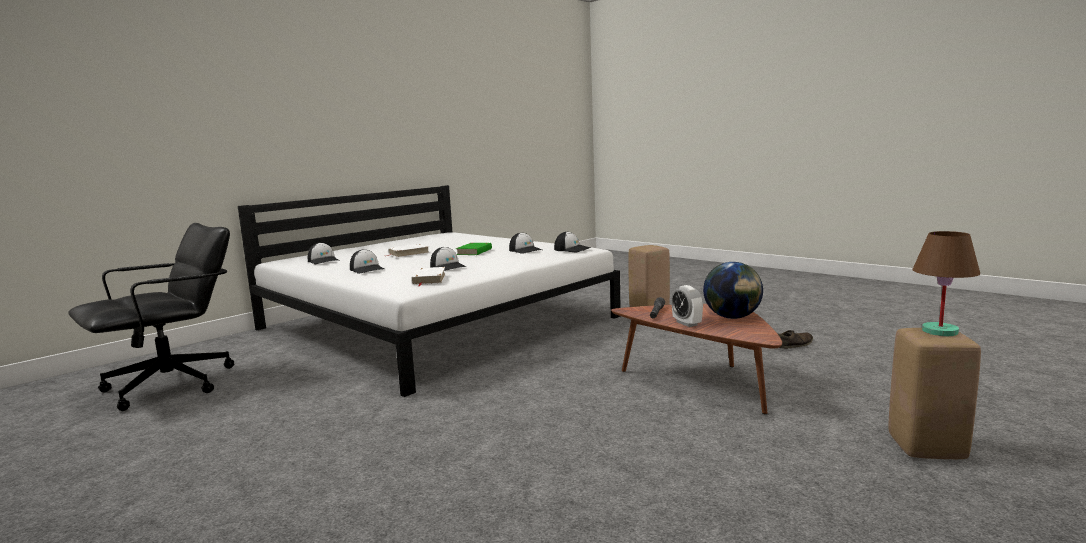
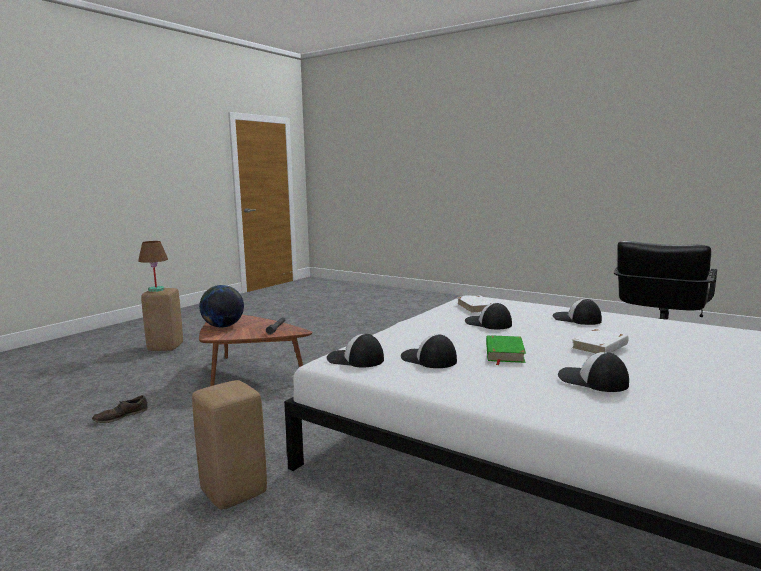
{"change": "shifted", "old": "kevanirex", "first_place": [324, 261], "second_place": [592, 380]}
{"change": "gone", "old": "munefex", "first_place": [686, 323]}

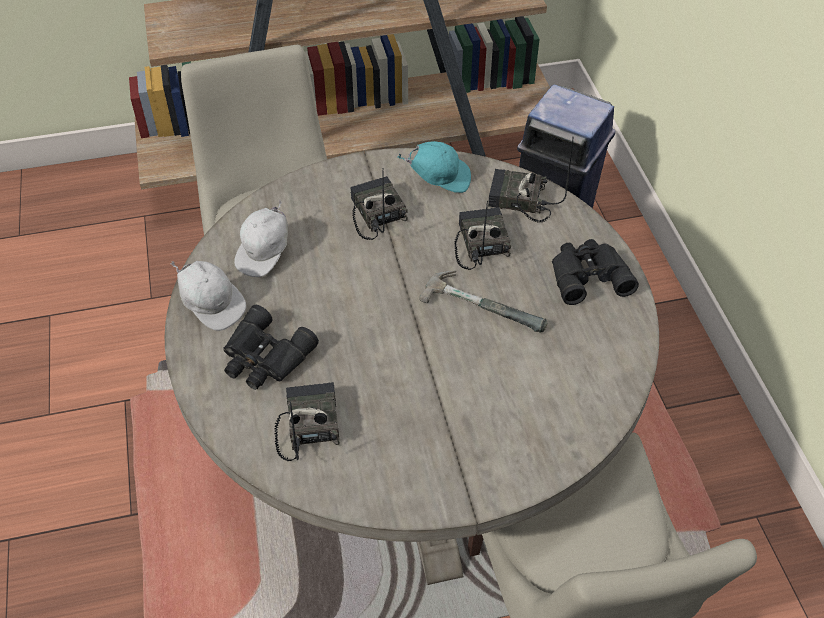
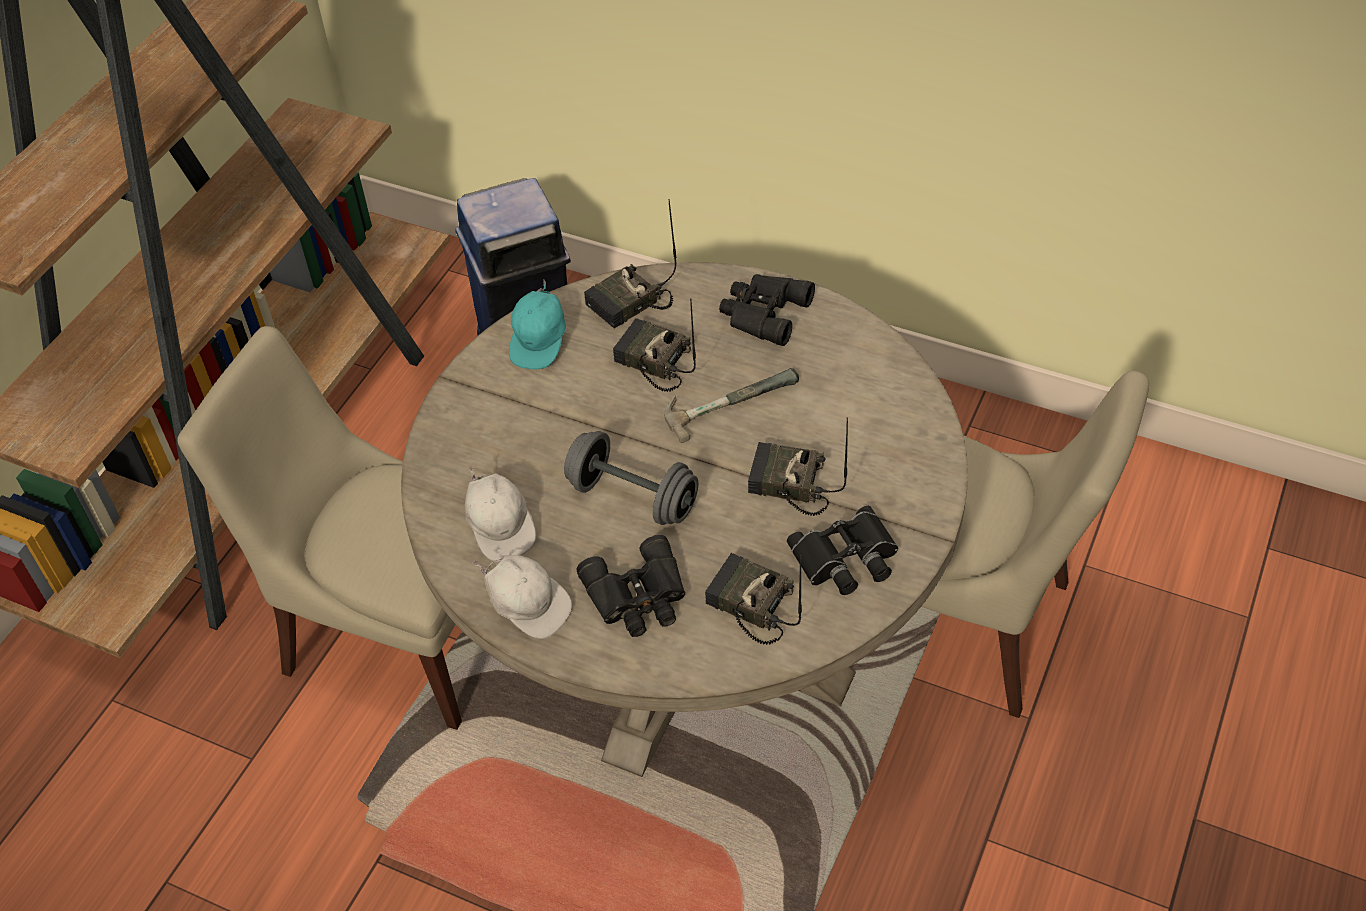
{"change": "rotated", "old": "white_kevanirex", "first_place": [212, 305], "second_place": [528, 606], "degrees": 45}
{"change": "rotated", "old": "turquoise_kevanirex", "first_place": [439, 179], "second_place": [540, 342], "degrees": 150}
{"change": "new", "new": "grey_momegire", "second_place": [633, 497]}
{"change": "shifted", "old": "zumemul", "first_place": [375, 213], "second_place": [788, 485]}
{"change": "new", "new": "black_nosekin", "second_place": [846, 559]}

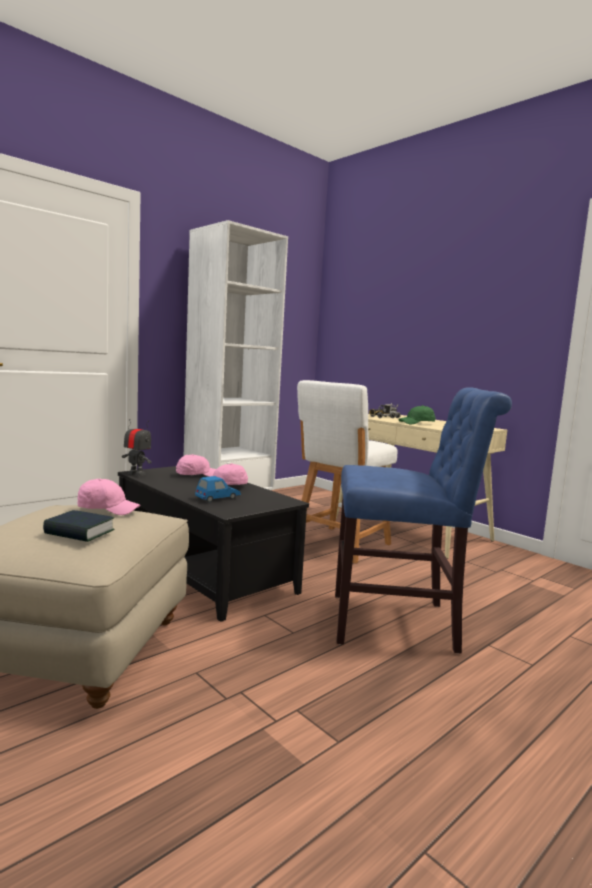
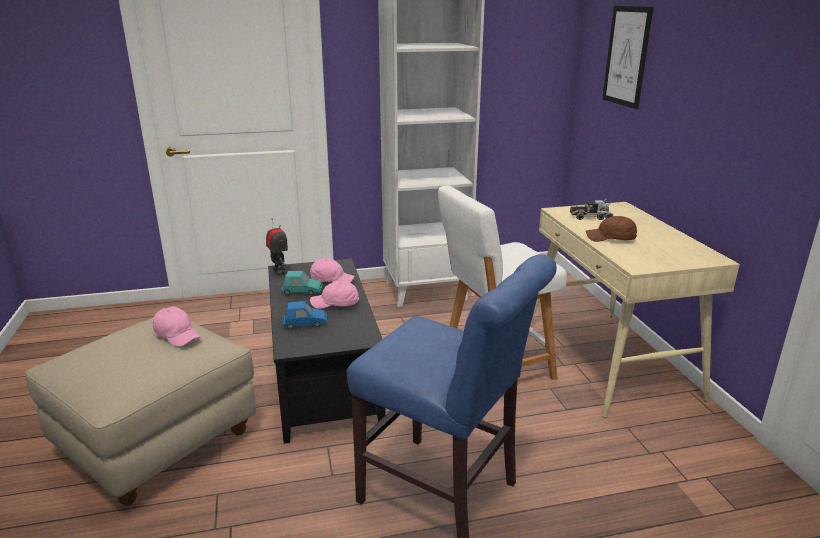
{"change": "new", "new": "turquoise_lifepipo", "second_place": [302, 291]}
{"change": "repainted", "old": "green_kevanirex", "new": "brown_kevanirex", "first_place": [417, 423], "second_place": [611, 239]}
{"change": "new", "new": "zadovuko", "second_place": [626, 56]}
{"change": "gone", "old": "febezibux", "first_place": [79, 532]}

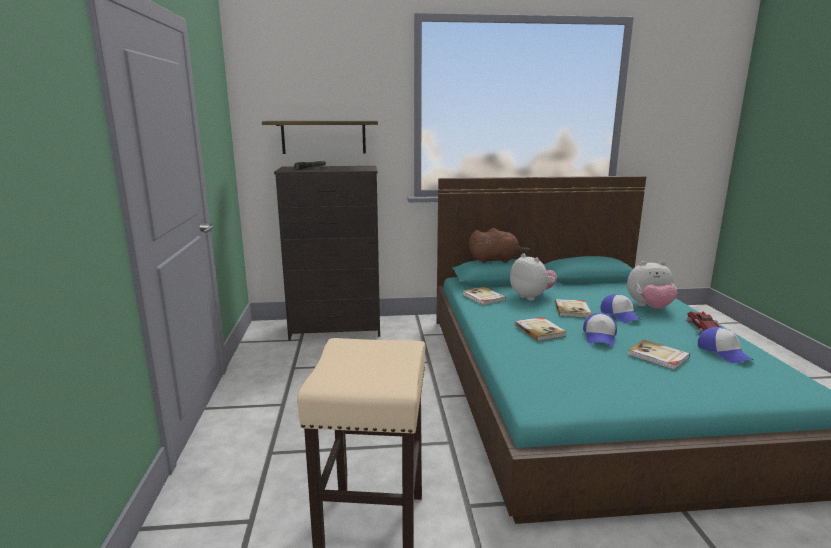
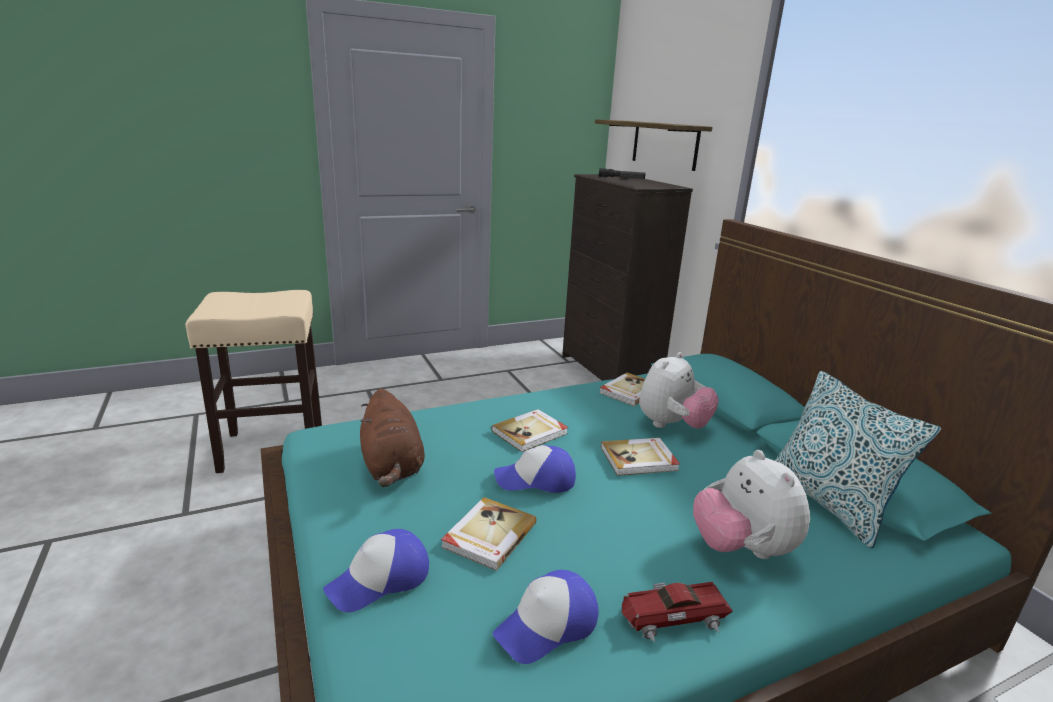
{"change": "shifted", "old": "kevanirex", "first_place": [620, 315], "second_place": [380, 580]}
{"change": "shifted", "old": "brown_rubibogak", "first_place": [495, 260], "second_place": [392, 467]}
{"change": "new", "new": "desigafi", "second_place": [828, 503]}

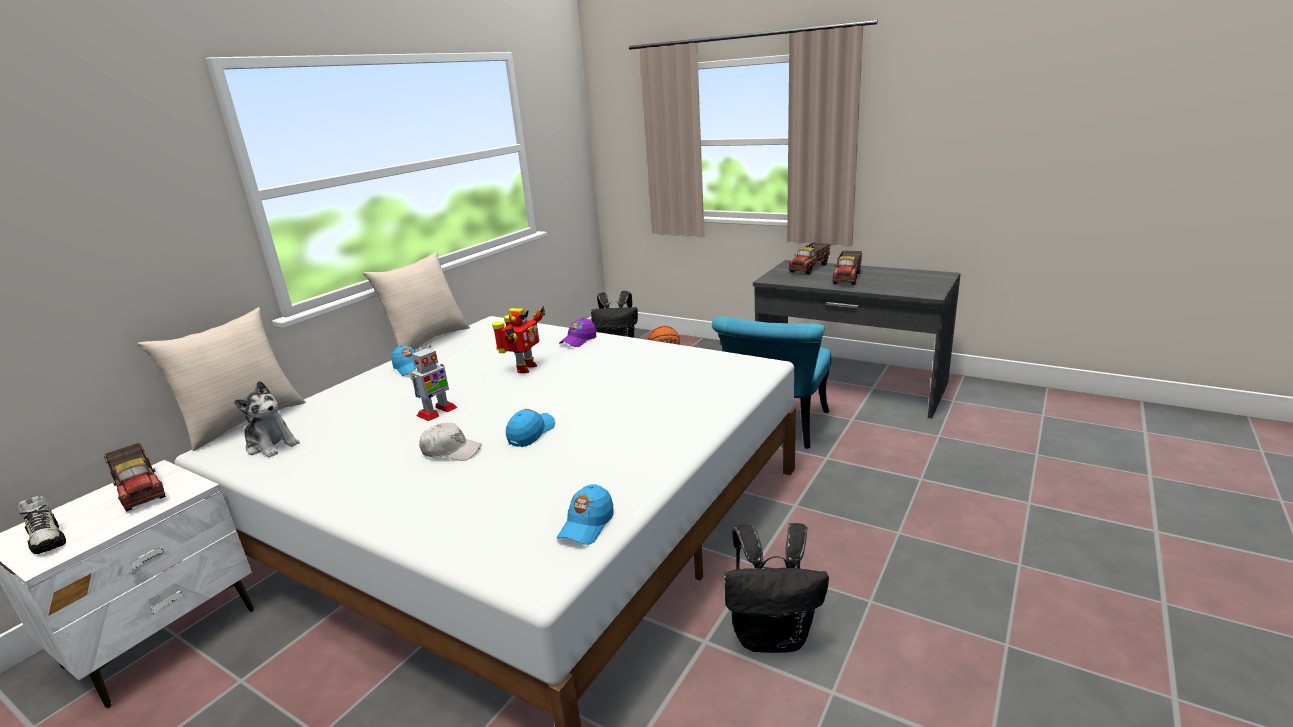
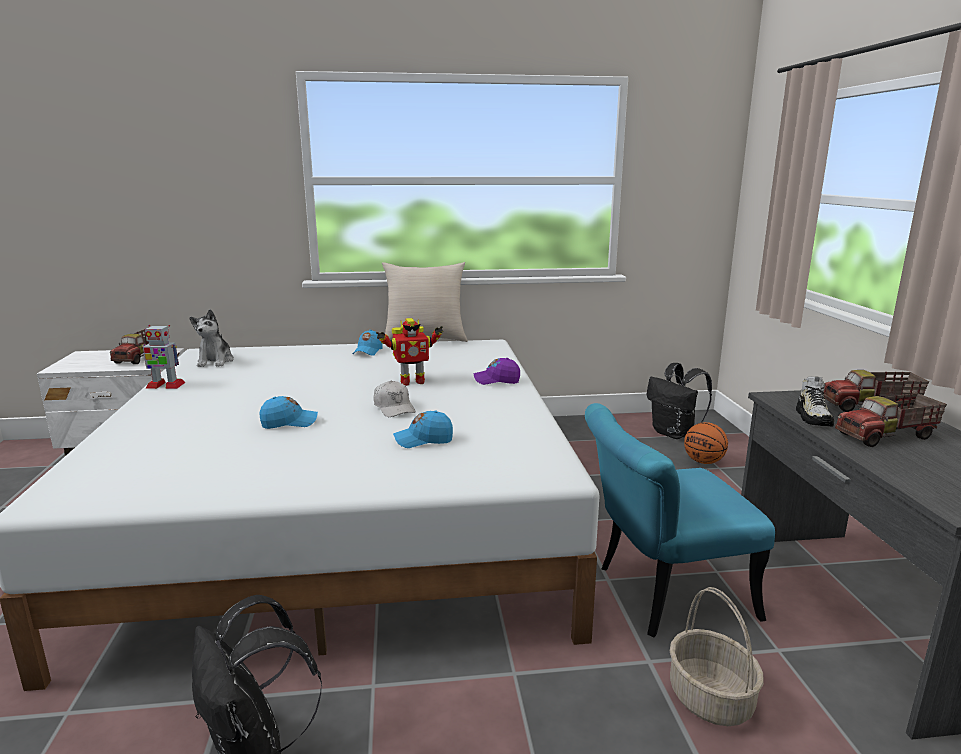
{"change": "shifted", "old": "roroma", "first_place": [436, 412], "second_place": [165, 385]}
{"change": "shifted", "old": "white_kevanirex", "first_place": [451, 451], "second_place": [394, 408]}
{"change": "shifted", "old": "blue_kevanirex", "first_place": [587, 525], "second_place": [423, 440]}
{"change": "new", "new": "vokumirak", "second_place": [711, 699]}
{"change": "shifted", "old": "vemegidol", "first_place": [48, 539], "second_place": [813, 418]}
{"change": "gone", "old": "beige_desigafi", "first_place": [243, 422]}

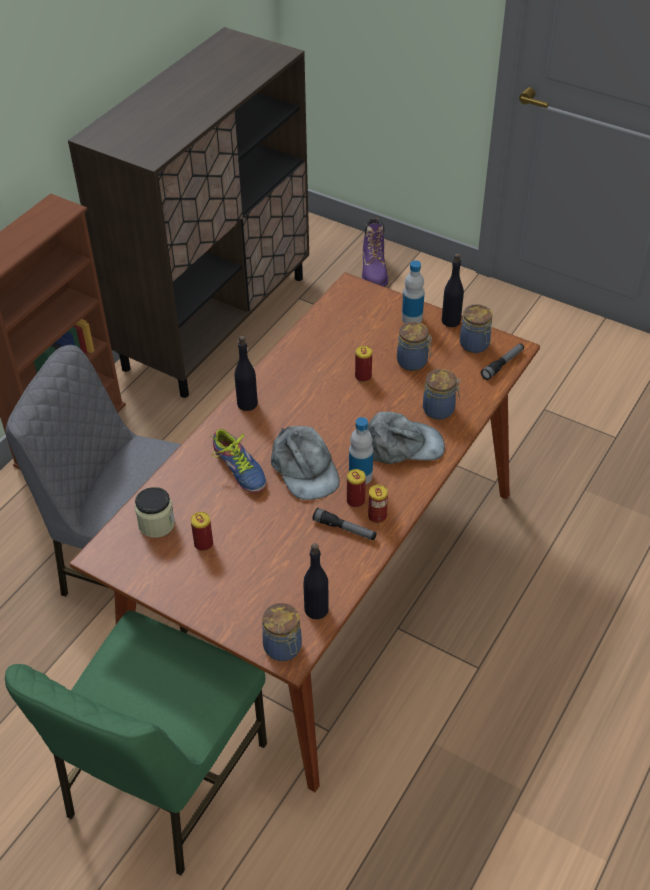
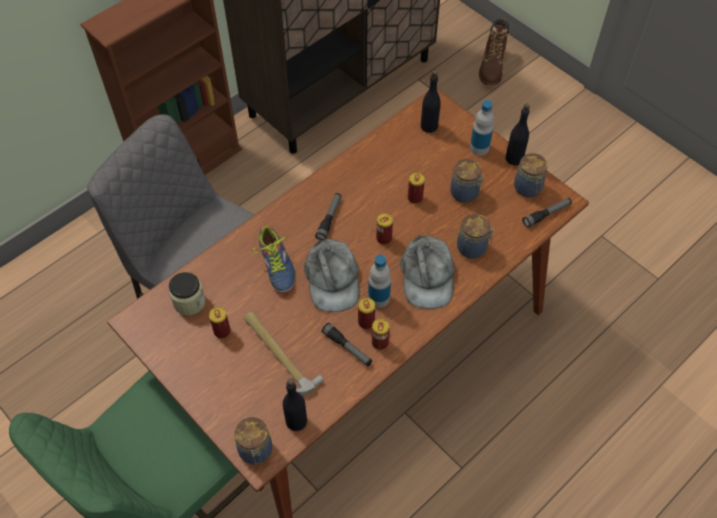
{"change": "new", "new": "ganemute", "second_place": [279, 354]}
{"change": "new", "new": "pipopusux", "second_place": [329, 219]}
{"change": "new", "new": "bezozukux", "second_place": [384, 238]}
{"change": "rotated", "old": "grey_kevanirex", "first_place": [402, 445], "second_place": [427, 276], "degrees": 75}
{"change": "shifted", "old": "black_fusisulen", "first_place": [247, 403], "second_place": [429, 126]}
{"change": "repainted", "old": "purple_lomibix", "new": "brown_lomibix", "first_place": [374, 272], "second_place": [492, 68]}

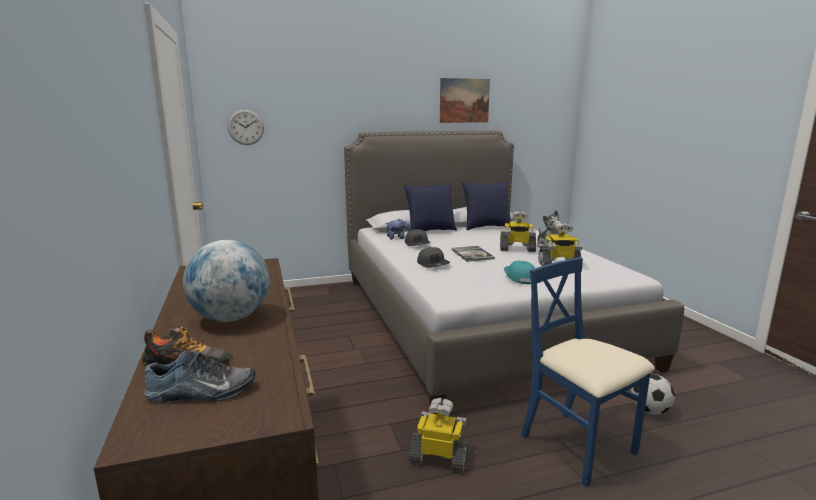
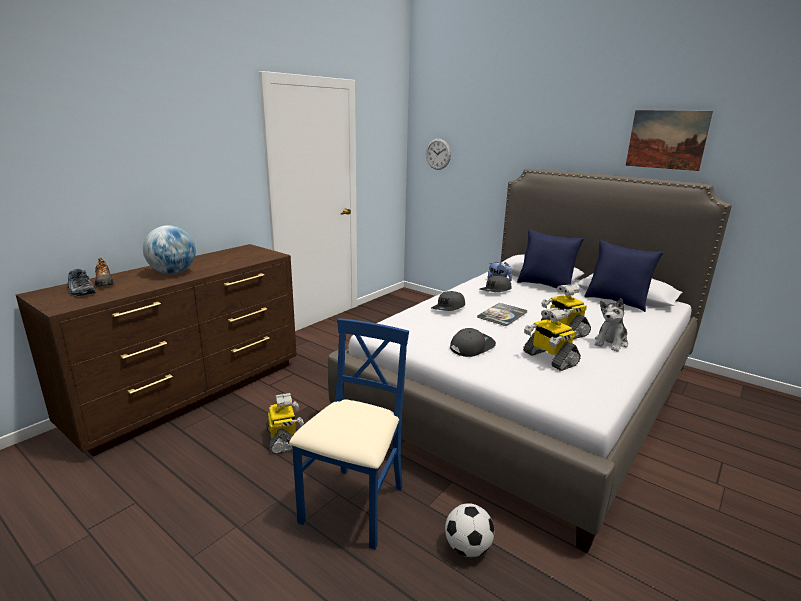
{"change": "repainted", "old": "turquoise_kevanirex", "new": "grey_kevanirex", "first_place": [519, 277], "second_place": [471, 347]}

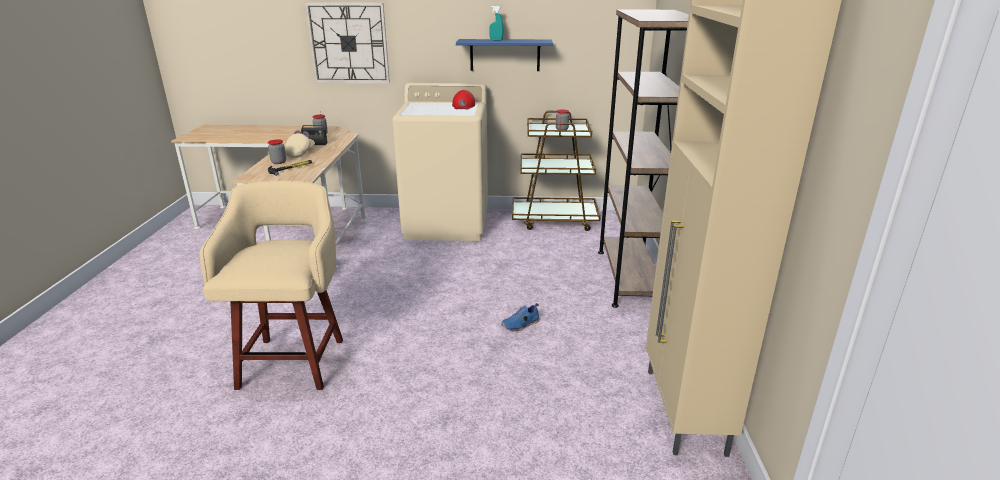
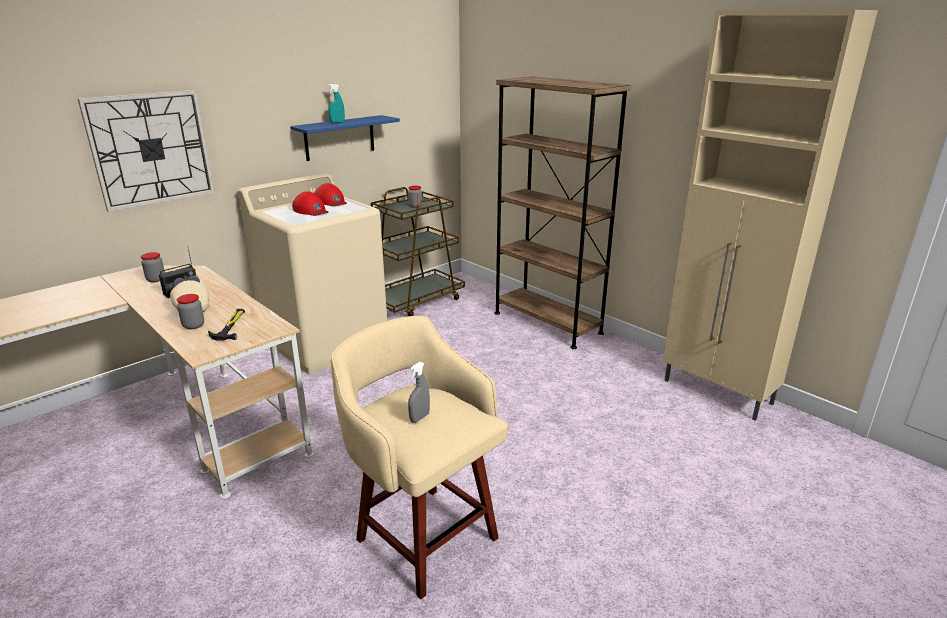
{"change": "new", "new": "red_kevanirex", "second_place": [311, 210]}
{"change": "new", "new": "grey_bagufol", "second_place": [419, 418]}
{"change": "gone", "old": "blue_vemegidol", "first_place": [521, 325]}

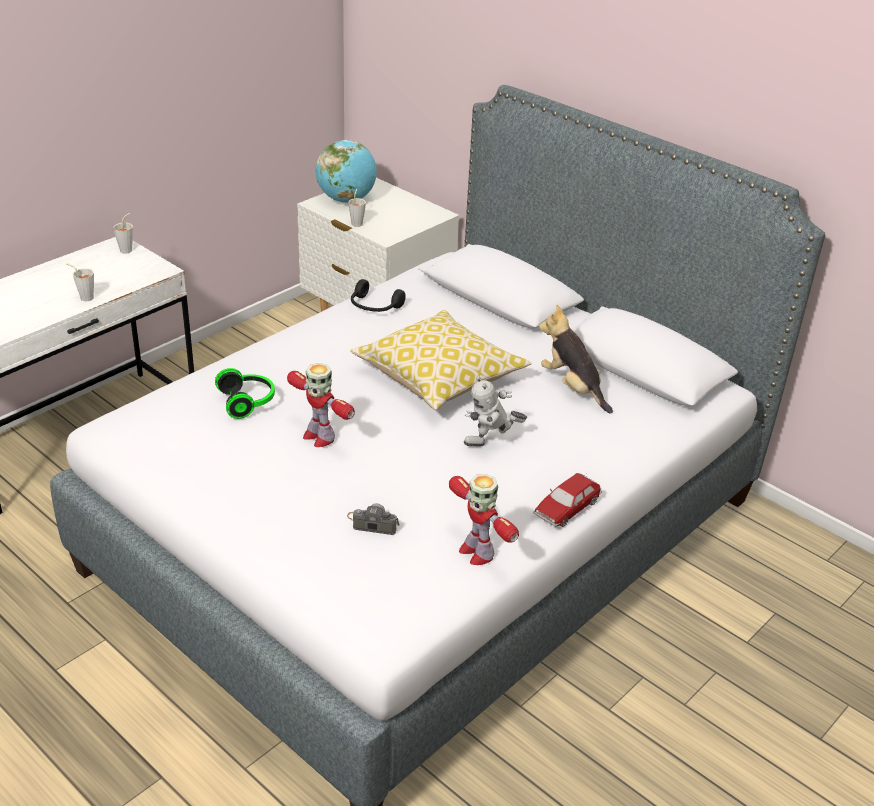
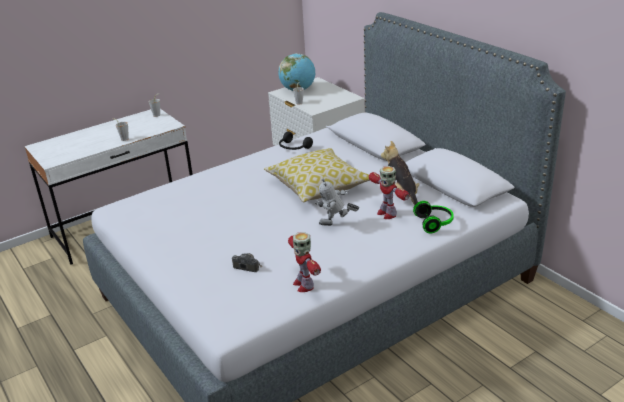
{"change": "shifted", "old": "roroma", "first_place": [319, 436], "second_place": [387, 213]}
{"change": "shifted", "old": "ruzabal", "first_place": [248, 402], "second_place": [435, 223]}
{"change": "gone", "old": "lifepipo", "first_place": [566, 508]}

